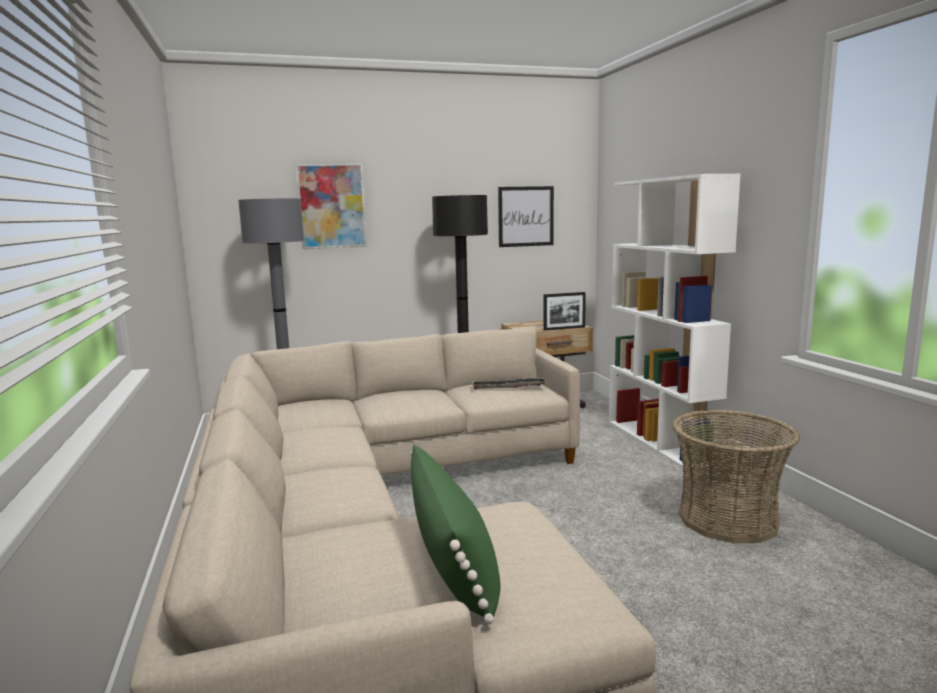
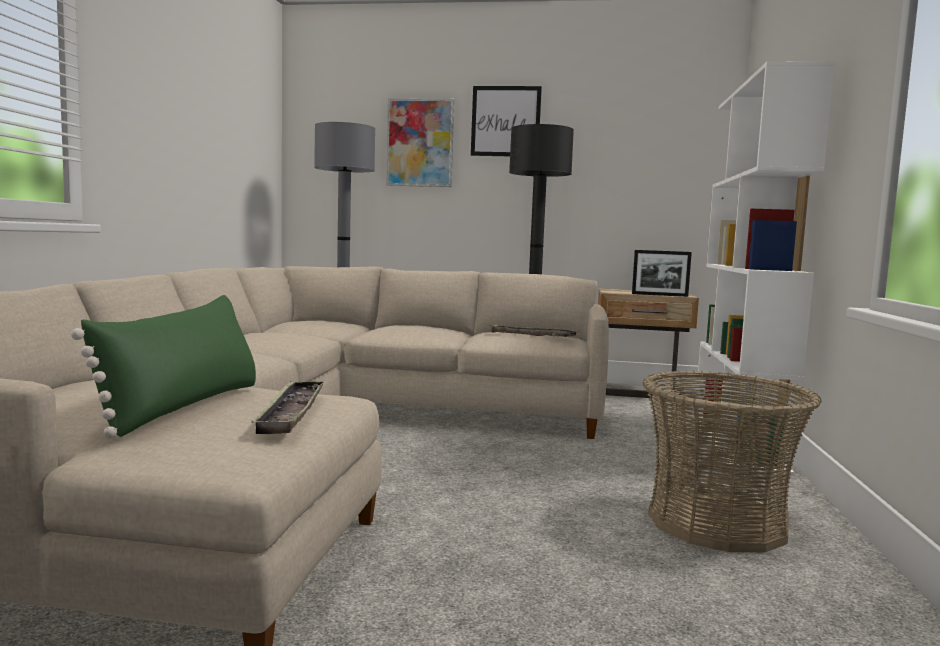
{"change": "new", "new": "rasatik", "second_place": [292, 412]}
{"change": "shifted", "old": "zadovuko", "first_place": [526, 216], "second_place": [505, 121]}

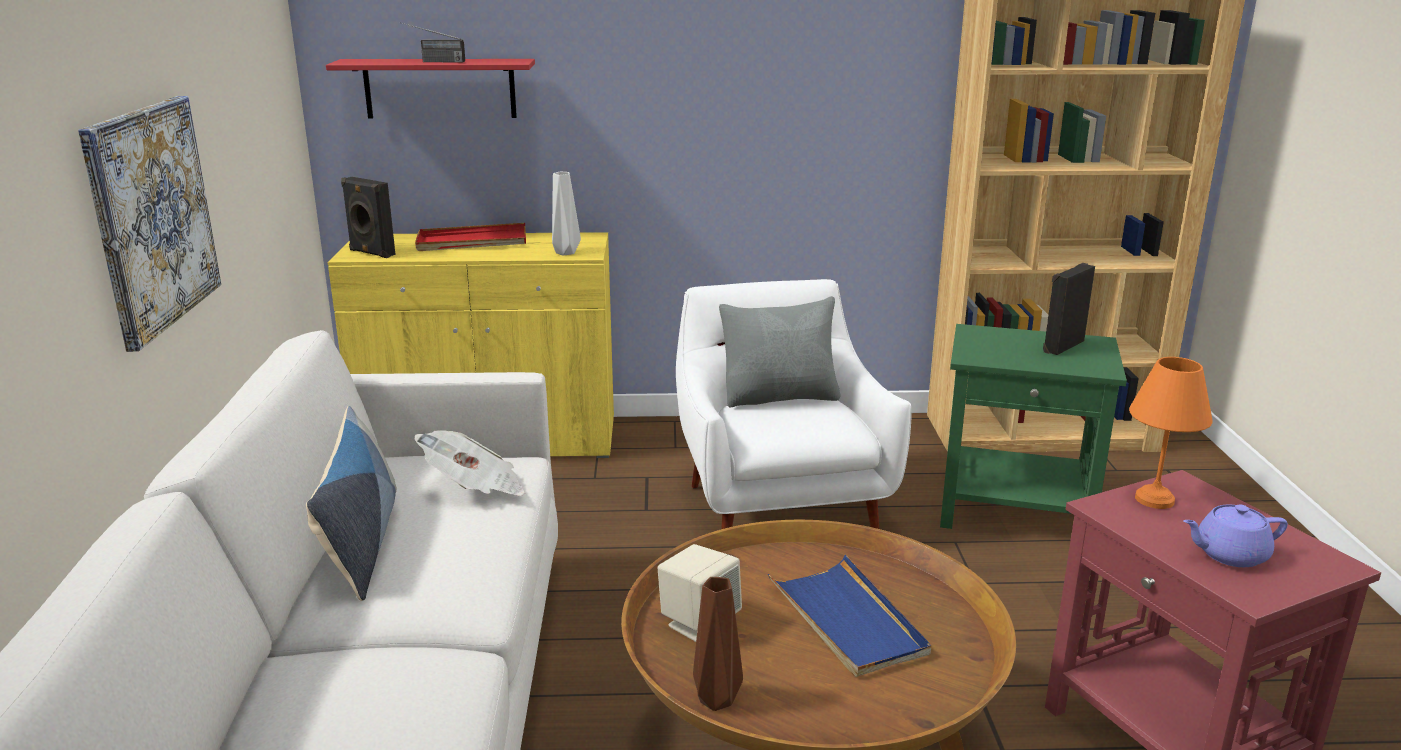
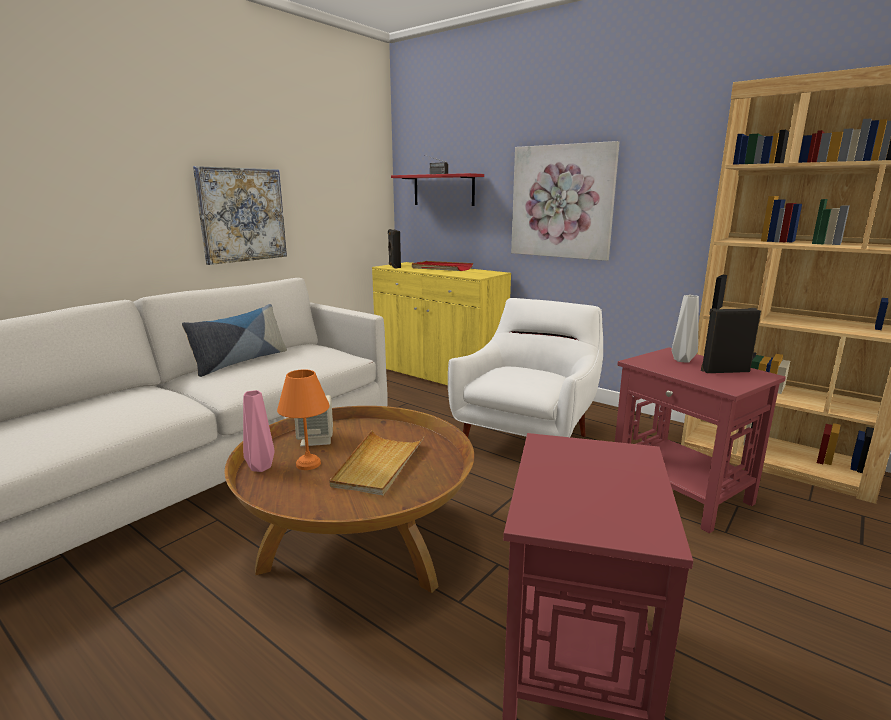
{"change": "repainted", "old": "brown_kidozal", "new": "pink_kidozal", "first_place": [714, 699], "second_place": [260, 467]}
{"change": "shifted", "old": "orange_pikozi", "first_place": [1154, 500], "second_place": [307, 464]}
{"change": "repainted", "old": "blue_rasatik", "new": "beige_rasatik", "first_place": [847, 620], "second_place": [378, 465]}
{"change": "new", "new": "zadovuko", "second_place": [562, 202]}
{"change": "repainted", "old": "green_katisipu", "new": "red_katisipu", "first_place": [1015, 511], "second_place": [679, 493]}
{"change": "shifted", "old": "grey_kidozal", "first_place": [564, 253], "second_place": [681, 360]}
{"change": "gone", "old": "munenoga", "first_place": [474, 488]}
{"change": "gone", "old": "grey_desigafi", "first_place": [780, 397]}
{"change": "gone", "old": "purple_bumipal", "first_place": [1229, 555]}

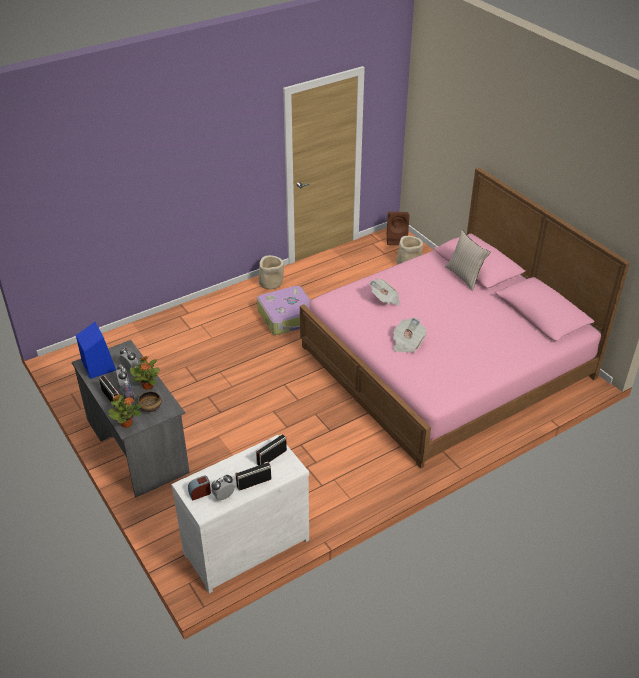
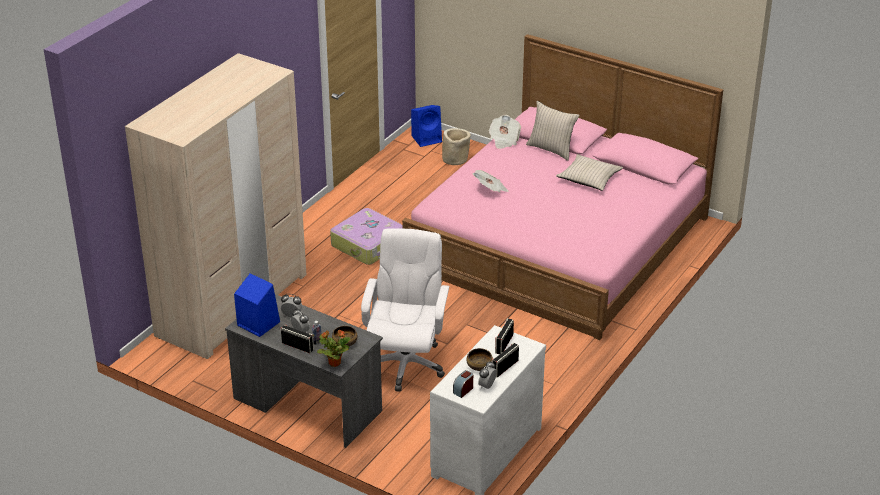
{"change": "new", "new": "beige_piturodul", "second_place": [232, 305]}
{"change": "new", "new": "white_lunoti", "second_place": [405, 363]}
{"change": "repainted", "old": "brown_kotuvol", "new": "blue_kotuvol", "first_place": [397, 239], "second_place": [427, 138]}
{"change": "new", "new": "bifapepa", "second_place": [479, 366]}
{"change": "shifted", "old": "munenoga", "first_place": [407, 343], "second_place": [504, 140]}
{"change": "new", "new": "beige_desigafi", "second_place": [589, 178]}
{"change": "gone", "old": "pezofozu", "first_place": [147, 386]}
{"change": "gone", "old": "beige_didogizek", "first_place": [270, 283]}

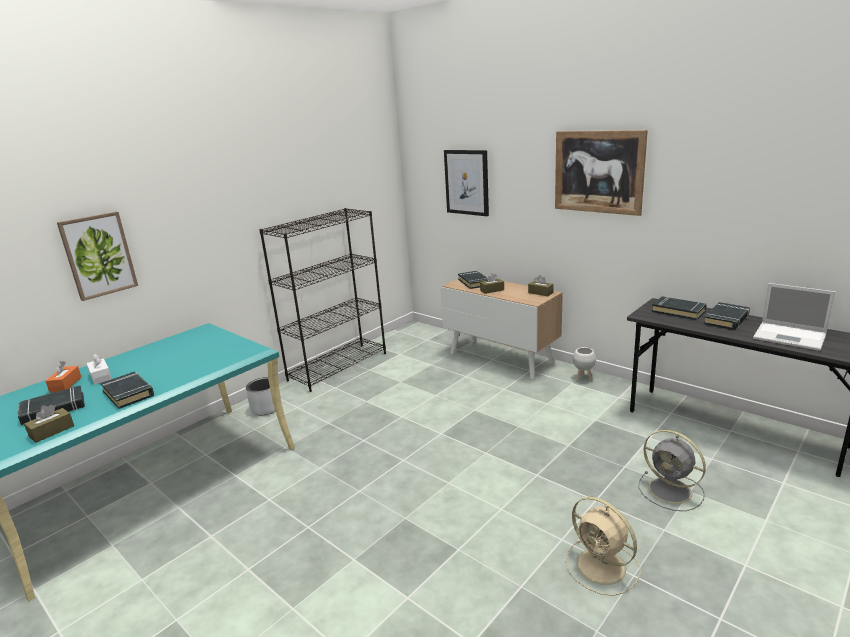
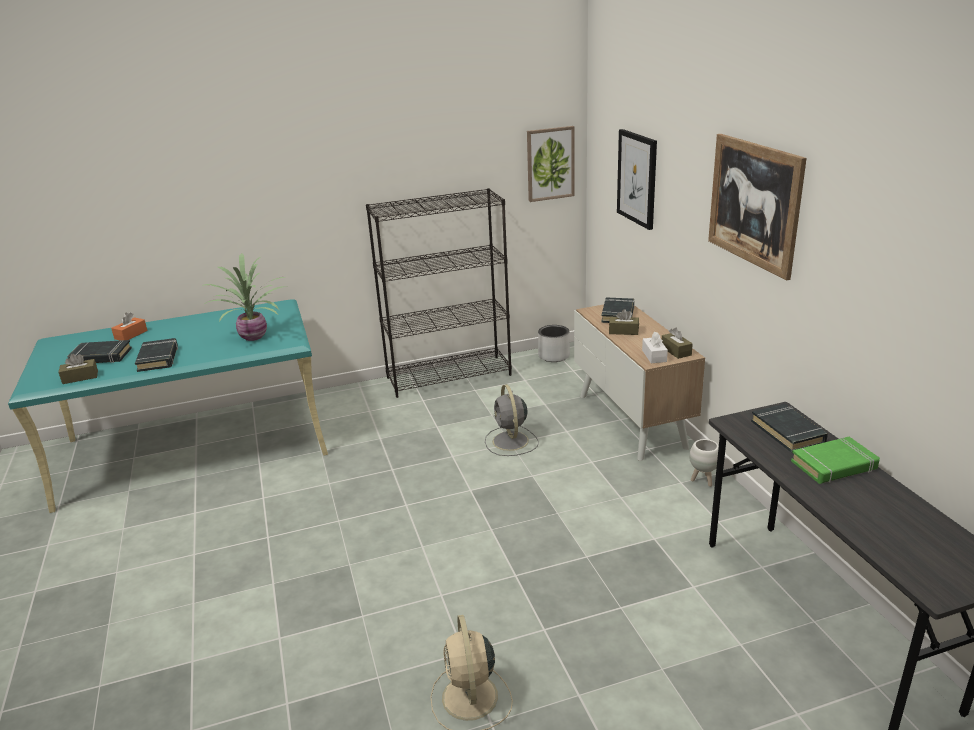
{"change": "new", "new": "pezofozu", "second_place": [255, 336]}
{"change": "shifted", "old": "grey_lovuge", "first_place": [671, 491], "second_place": [511, 442]}
{"change": "shifted", "old": "zadovuko", "first_place": [98, 255], "second_place": [550, 163]}
{"change": "shifted", "old": "grey_didogizek", "first_place": [266, 408], "second_place": [553, 356]}
{"change": "shifted", "old": "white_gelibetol", "first_place": [100, 377], "second_place": [654, 356]}
{"change": "repainted", "old": "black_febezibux", "new": "green_febezibux", "first_place": [726, 320], "second_place": [834, 465]}
{"change": "gone", "old": "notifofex", "first_place": [791, 336]}

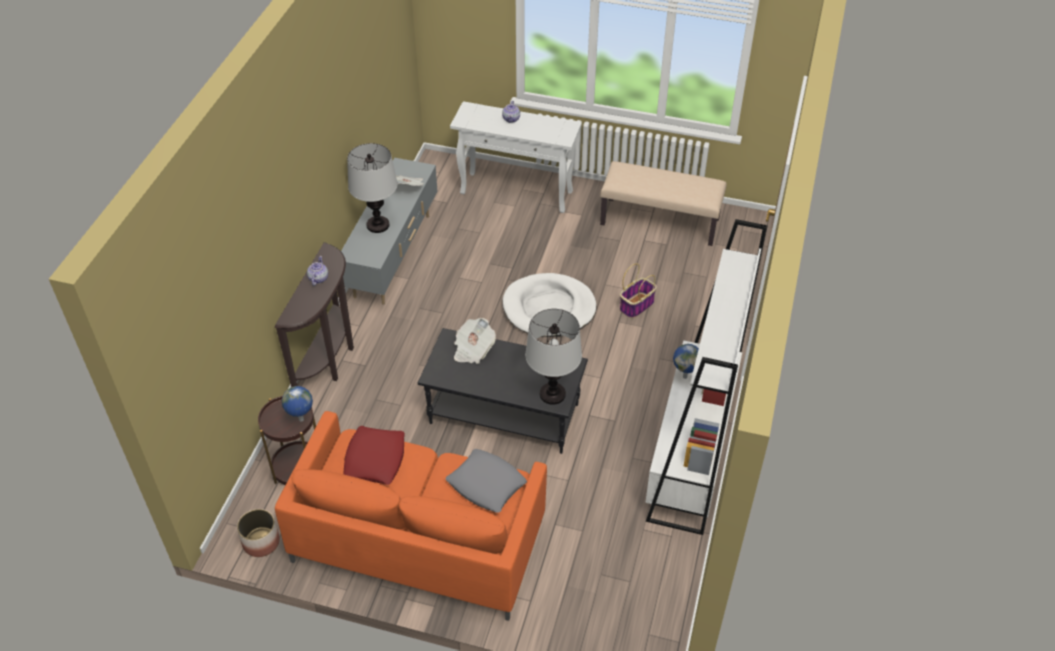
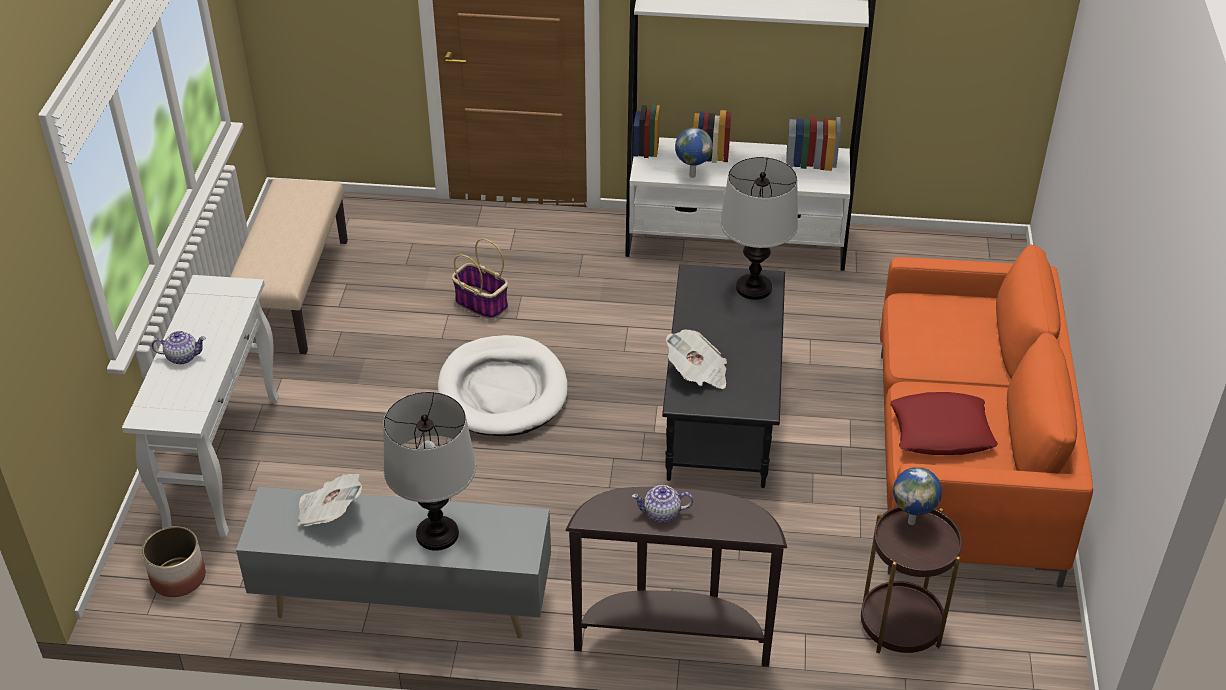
{"change": "shifted", "old": "didogizek", "first_place": [261, 542], "second_place": [178, 578]}
{"change": "gone", "old": "grey_desigafi", "first_place": [486, 484]}

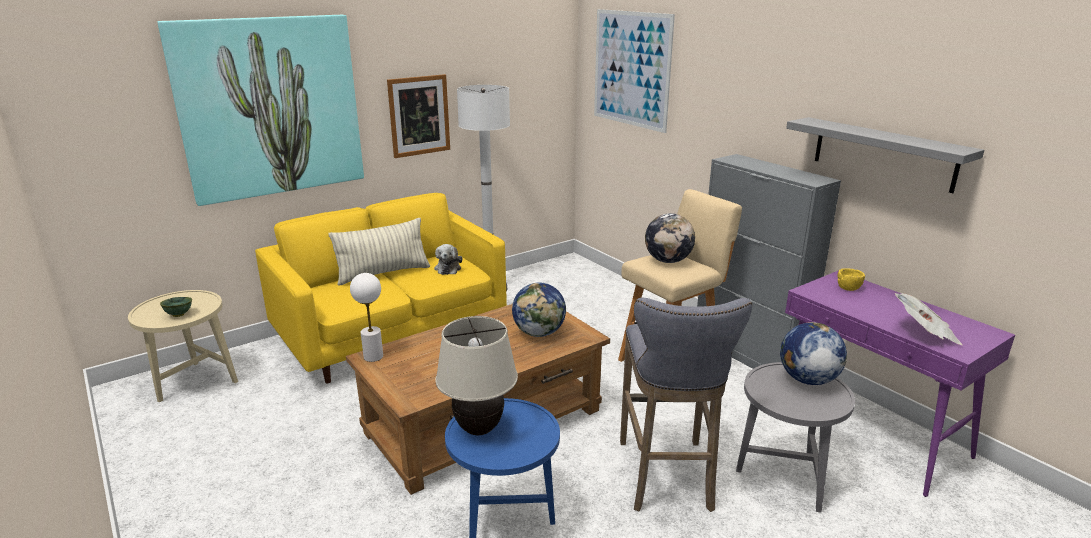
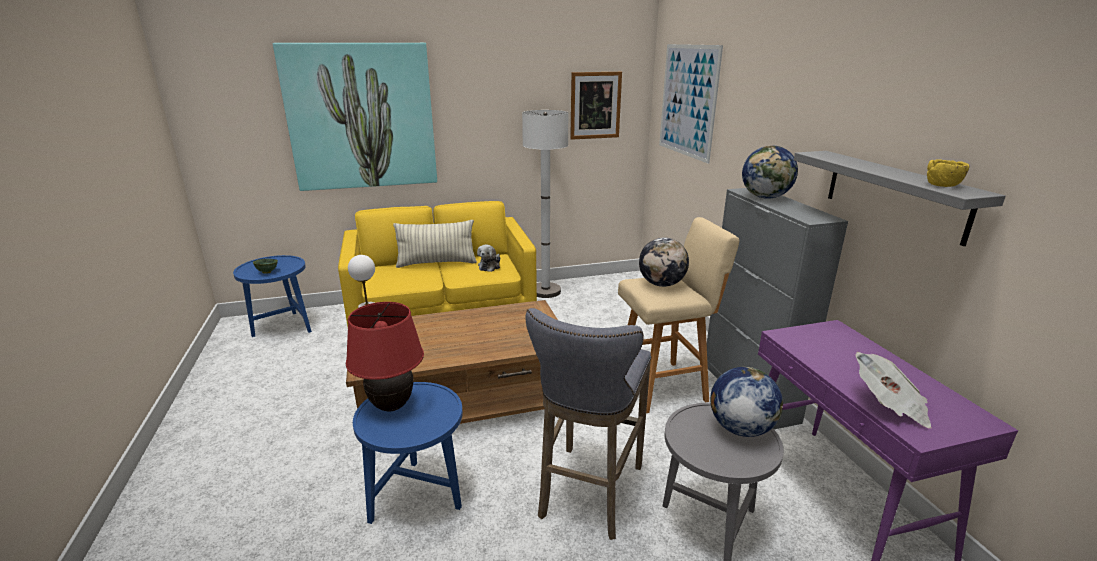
{"change": "repainted", "old": "beige_katisipu", "new": "blue_katisipu", "first_place": [194, 383], "second_place": [283, 327]}
{"change": "repainted", "old": "beige_pikozi", "new": "red_pikozi", "first_place": [478, 429], "second_place": [391, 405]}
{"change": "shifted", "old": "zadovuko", "first_place": [419, 115], "second_place": [595, 105]}
{"change": "shifted", "old": "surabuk", "first_place": [539, 333], "second_place": [765, 197]}
{"change": "shifted", "old": "yellow_bifapepa", "first_place": [848, 288], "second_place": [942, 185]}

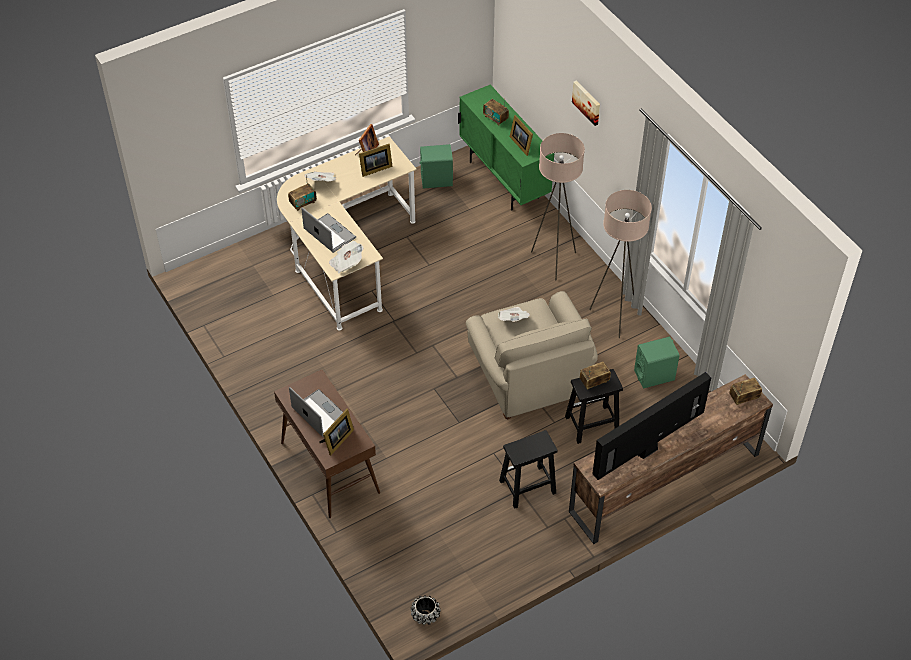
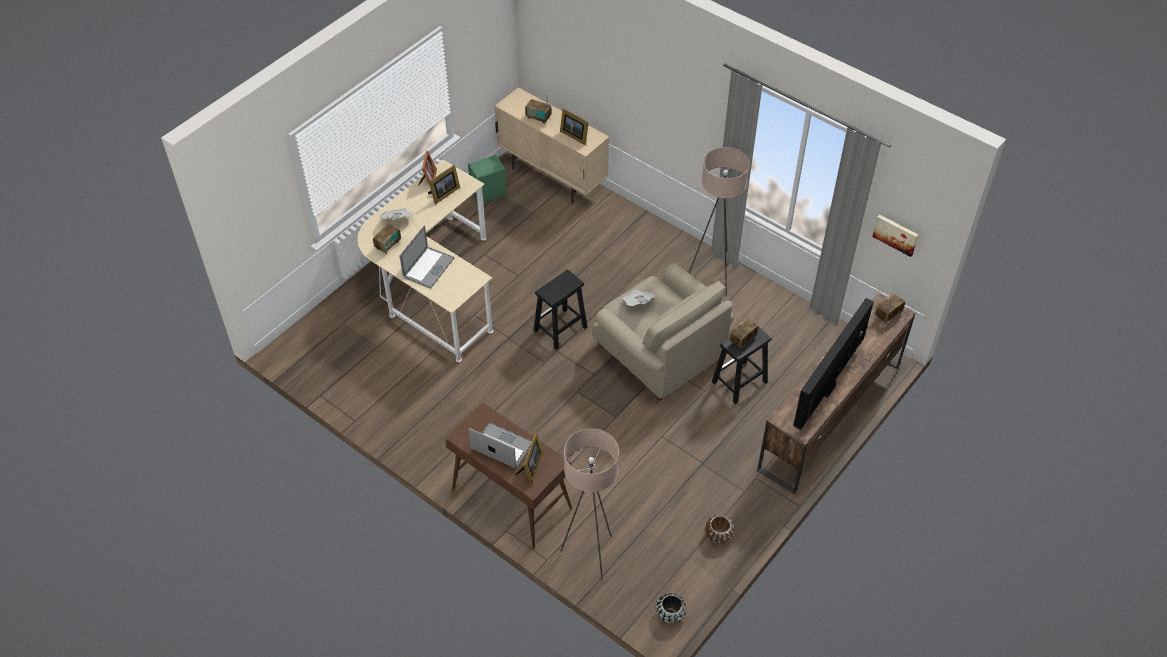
{"change": "rotated", "old": "notifofex", "first_place": [329, 233], "second_place": [428, 267], "degrees": 90}
{"change": "repainted", "old": "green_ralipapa", "new": "beige_ralipapa", "first_place": [504, 180], "second_place": [552, 177]}
{"change": "shifted", "old": "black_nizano", "first_place": [527, 487], "second_place": [560, 329]}
{"change": "shifted", "old": "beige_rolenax", "first_place": [554, 261], "second_place": [591, 555]}
{"change": "new", "new": "brown_didogizek", "second_place": [718, 535]}
{"change": "shifted", "old": "zadovuko", "first_place": [587, 102], "second_place": [896, 234]}
{"change": "gone", "old": "munenoga", "first_place": [346, 263]}
{"change": "gone", "old": "green_kotuvol", "first_place": [654, 375]}

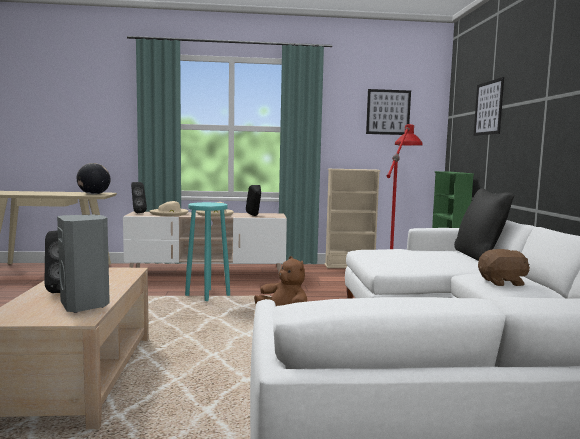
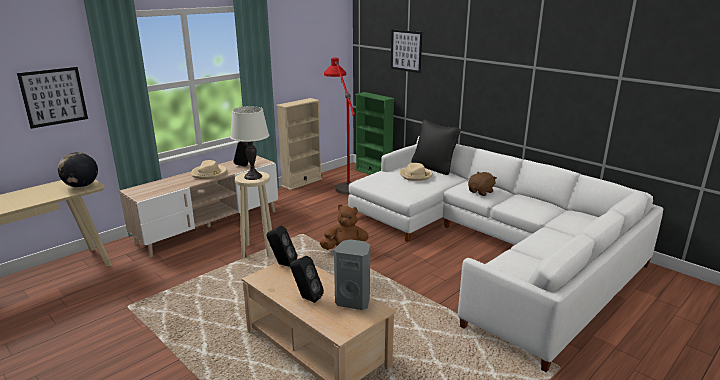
{"change": "shifted", "old": "zadovuko", "first_place": [388, 112], "second_place": [54, 97]}
{"change": "new", "new": "white_pikozi", "second_place": [253, 176]}
{"change": "repainted", "old": "turquoise_nizano", "new": "beige_nizano", "first_place": [208, 295], "second_place": [258, 250]}
{"change": "shifted", "old": "black_kotuvol", "first_place": [137, 213], "second_place": [282, 264]}
{"change": "shifted", "old": "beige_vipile", "first_place": [169, 214], "second_place": [416, 175]}

